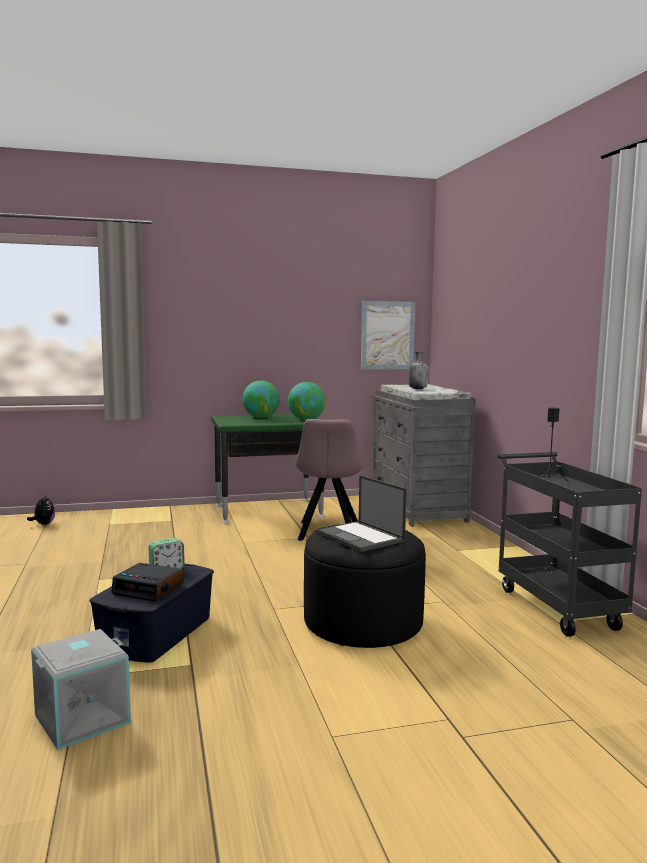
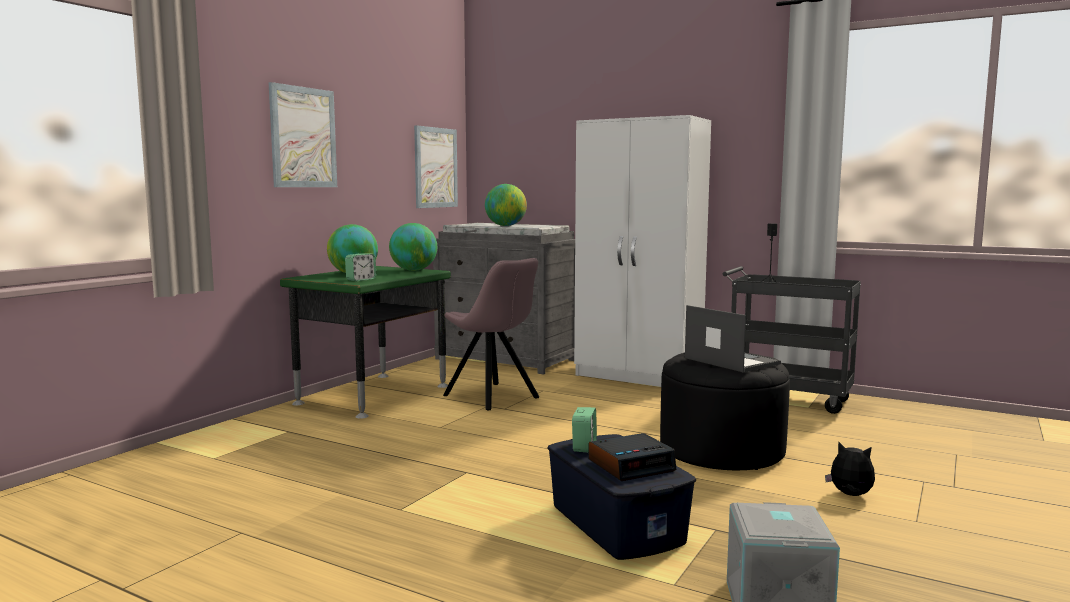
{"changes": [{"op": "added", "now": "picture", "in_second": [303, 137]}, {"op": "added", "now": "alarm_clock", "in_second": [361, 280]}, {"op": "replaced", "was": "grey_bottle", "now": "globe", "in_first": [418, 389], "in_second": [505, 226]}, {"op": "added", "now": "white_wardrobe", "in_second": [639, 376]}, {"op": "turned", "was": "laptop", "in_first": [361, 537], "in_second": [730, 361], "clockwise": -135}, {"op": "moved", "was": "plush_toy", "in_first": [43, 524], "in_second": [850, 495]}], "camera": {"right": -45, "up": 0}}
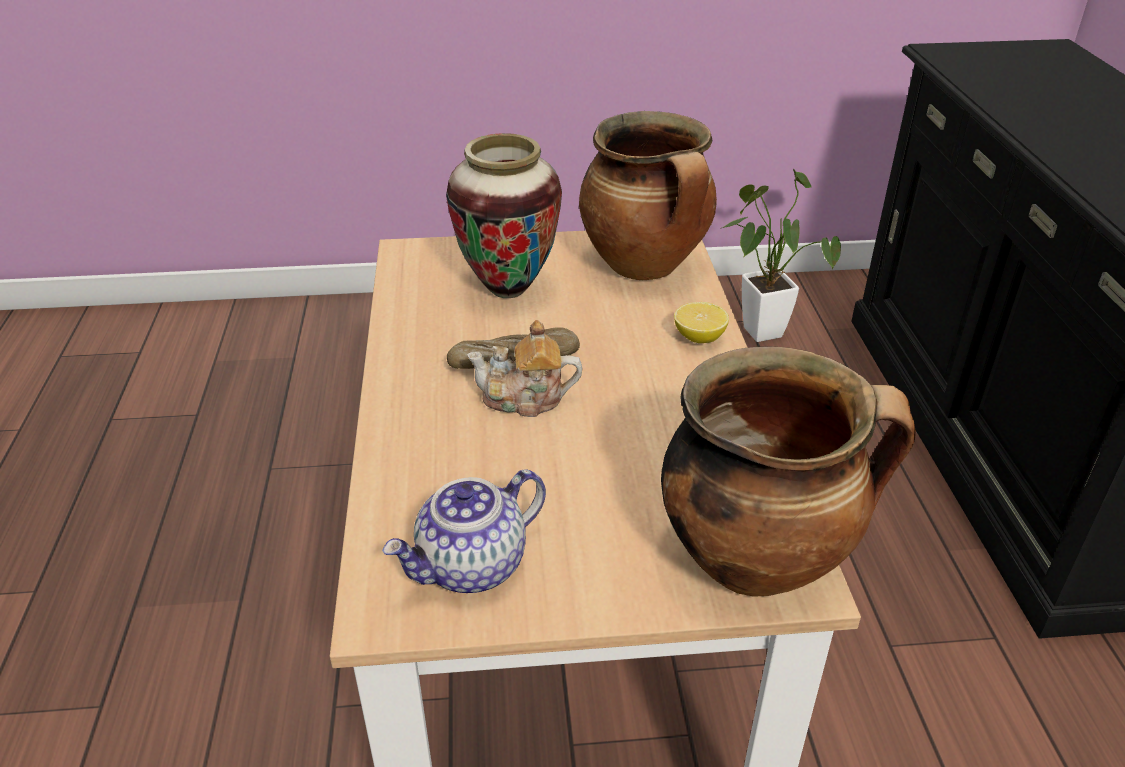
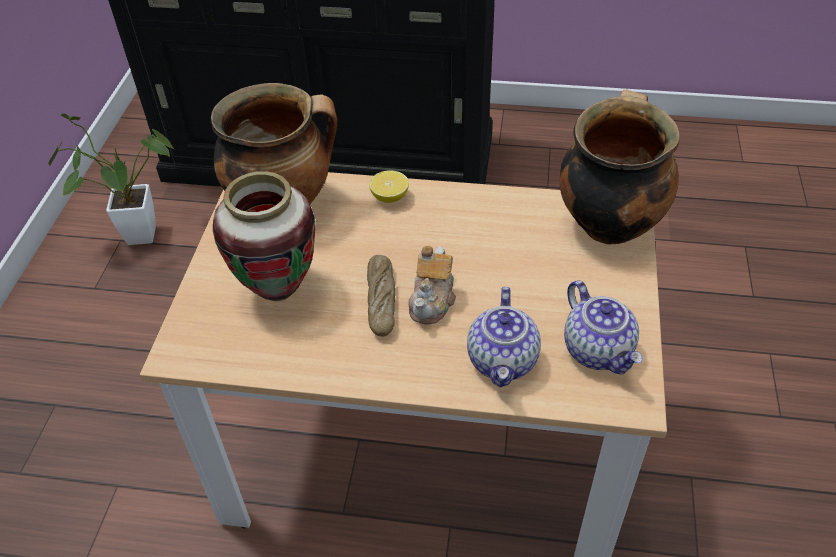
{"changes": [{"op": "added", "now": "teapot", "in_second": [503, 361]}], "camera": {"right": -75, "up": 10}}
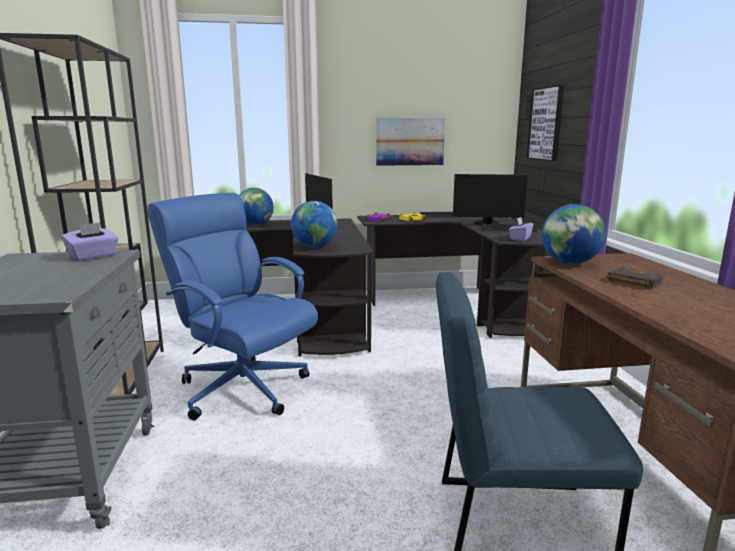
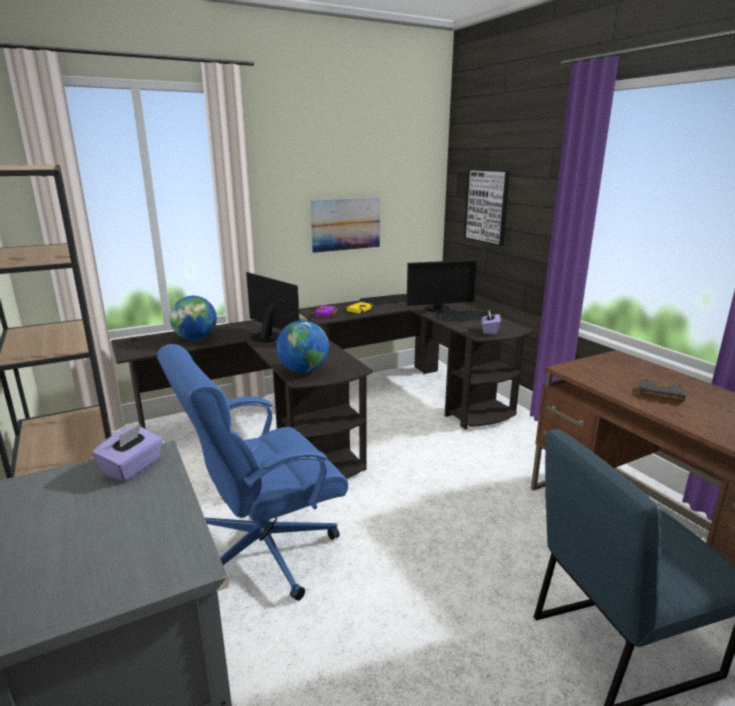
{"changes": [{"op": "turned", "was": "blue_office_chair", "in_first": [244, 389], "in_second": [265, 551], "clockwise": -45}, {"op": "removed", "was": "globe", "in_first": [569, 263]}], "camera": {"right": -20, "up": 5}}
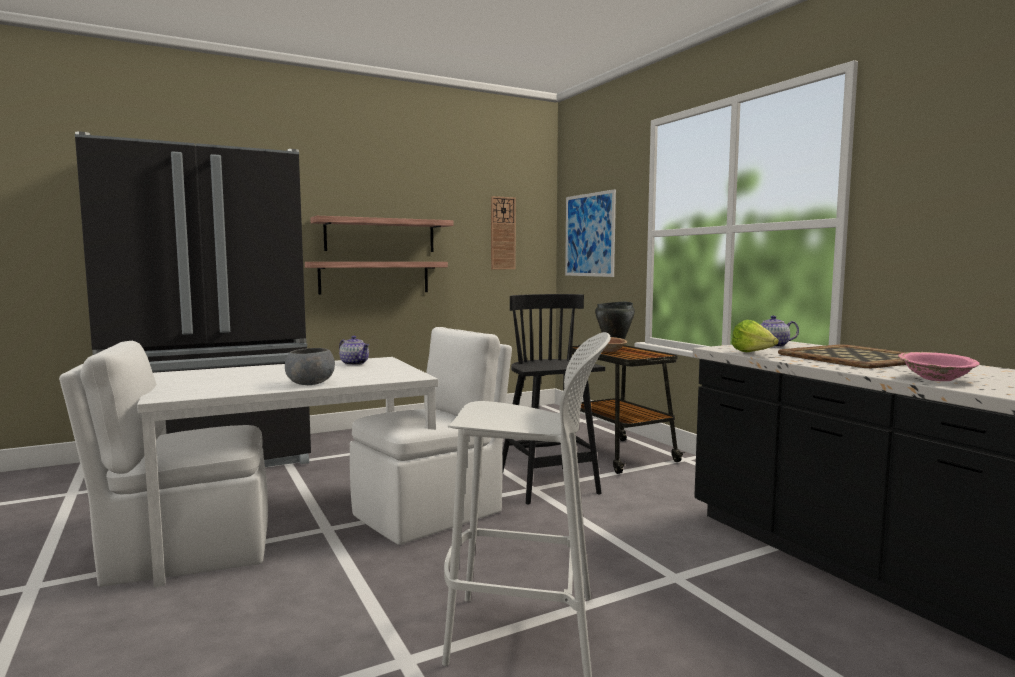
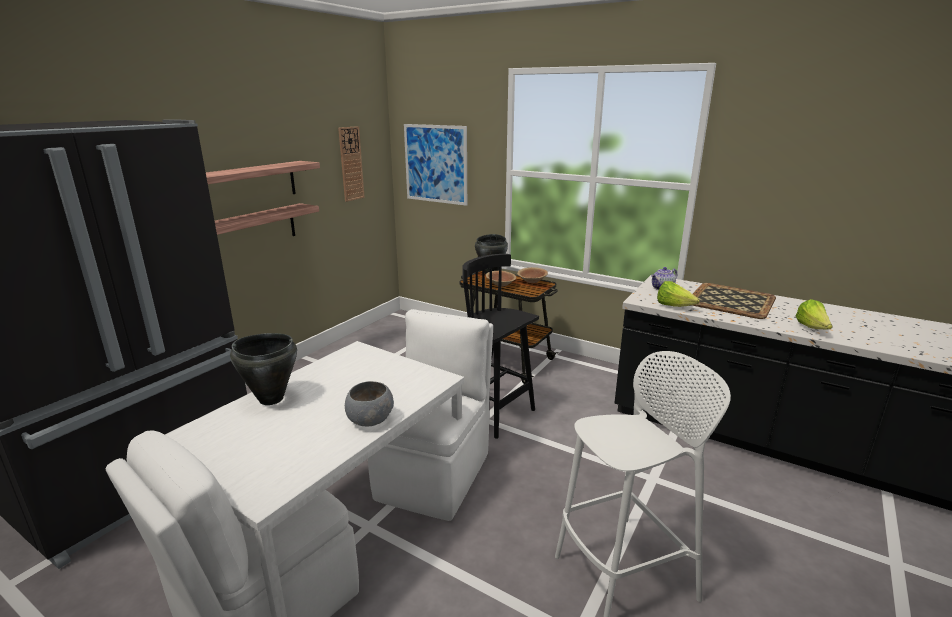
{"changes": [{"op": "added", "now": "black_cooking_pot", "in_second": [271, 399]}, {"op": "added", "now": "brown_bowl", "in_second": [532, 281]}, {"op": "replaced", "was": "pink_bowl", "now": "lettuce", "in_first": [936, 379], "in_second": [812, 328]}, {"op": "removed", "was": "teapot", "in_first": [355, 363]}], "camera": {"right": -30, "up": 15}}
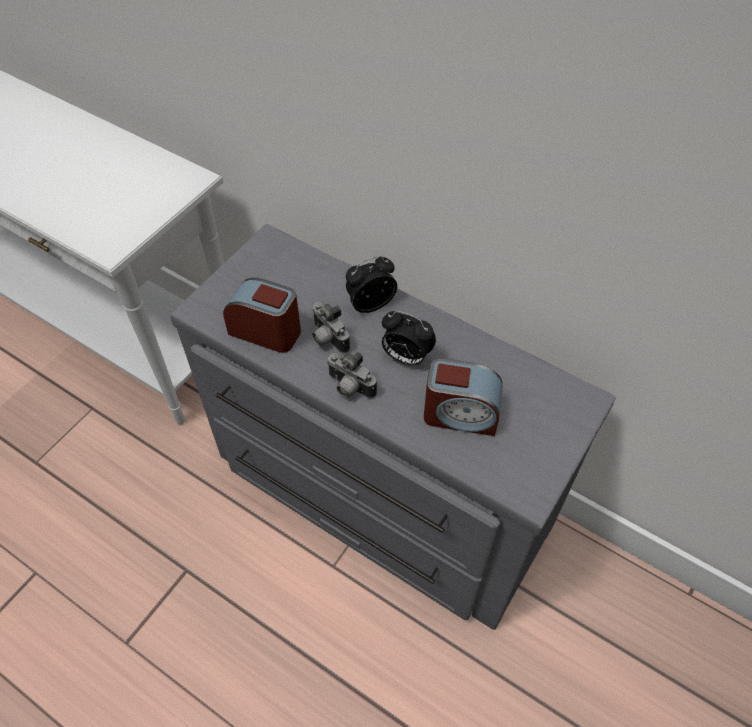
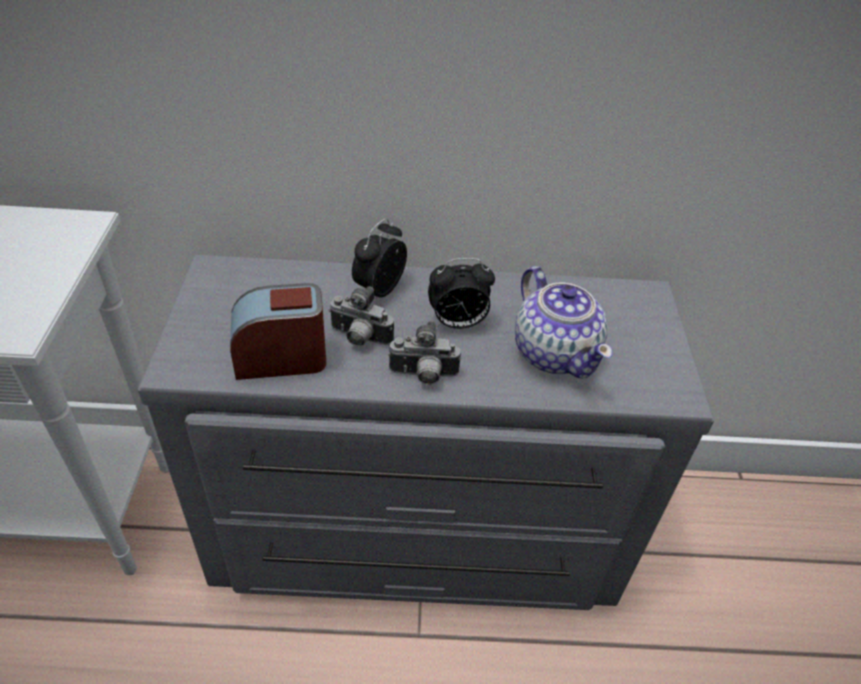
{"changes": [{"op": "replaced", "was": "alarm_clock", "now": "teapot", "in_first": [460, 414], "in_second": [555, 352]}], "camera": {"right": -35, "up": -10}}
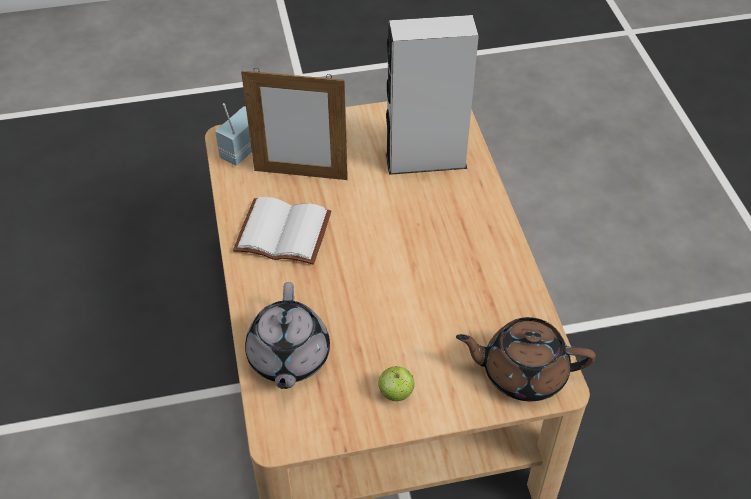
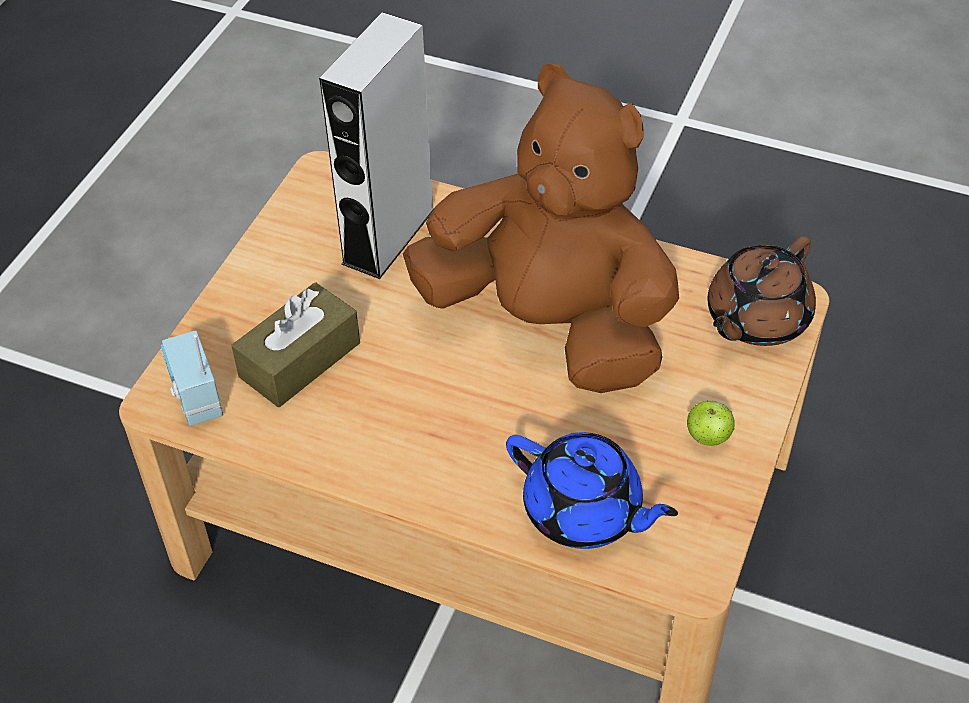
{"changes": [{"op": "replaced", "was": "picture_frame", "now": "brown_tissue_box", "in_first": [300, 174], "in_second": [300, 360]}, {"op": "added", "now": "brown_plush_toy", "in_second": [549, 325]}, {"op": "recoloured", "was": "grey_teapot", "now": "blue_teapot", "in_first": [288, 357], "in_second": [584, 512]}, {"op": "removed", "was": "white_book", "in_first": [281, 234]}], "camera": {"right": -55, "up": 0}}
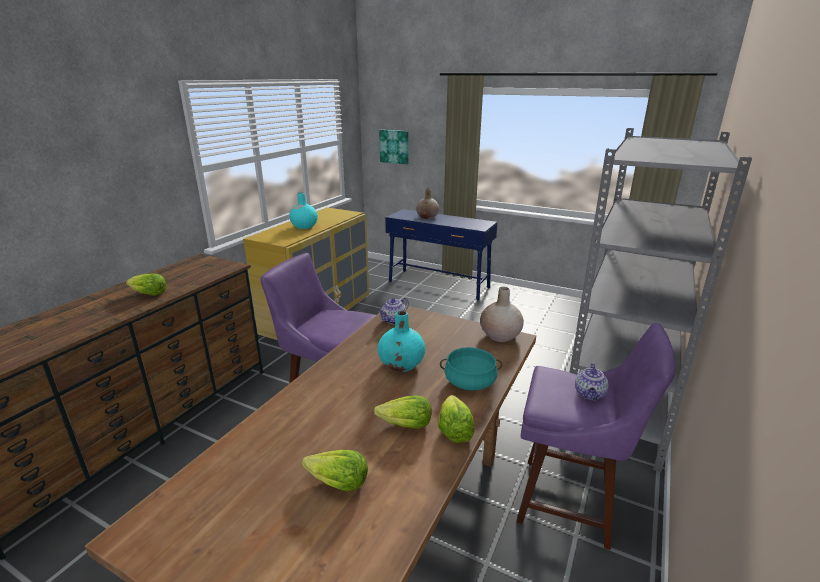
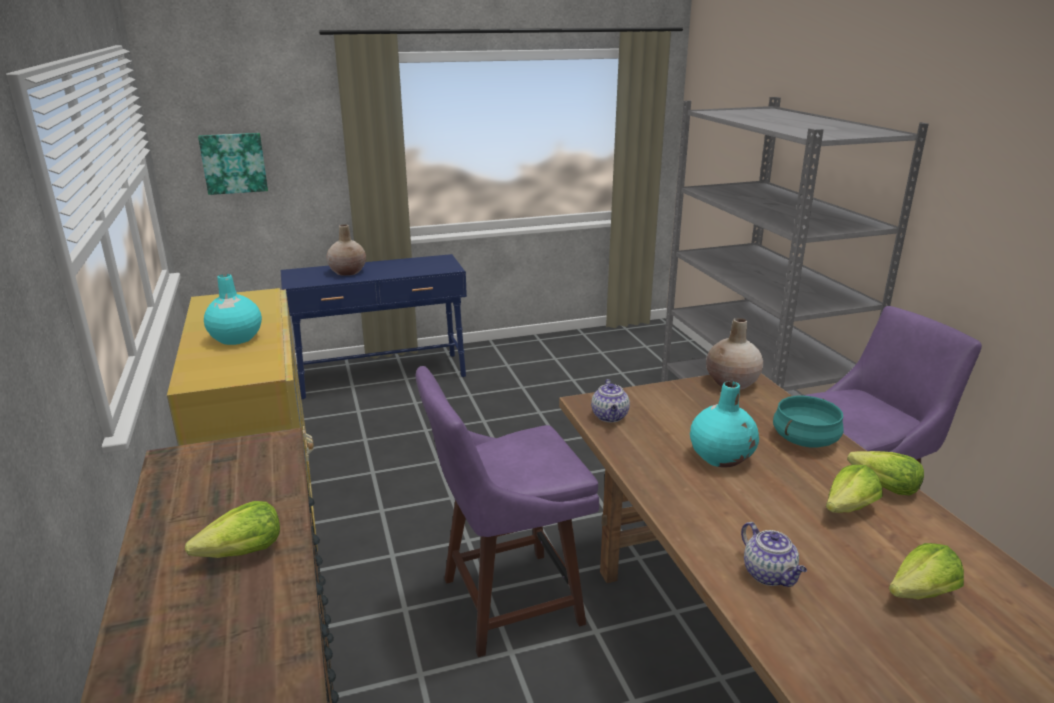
{"changes": [{"op": "moved", "was": "teapot", "in_first": [590, 394], "in_second": [769, 575]}], "camera": {"right": -45, "up": 0}}
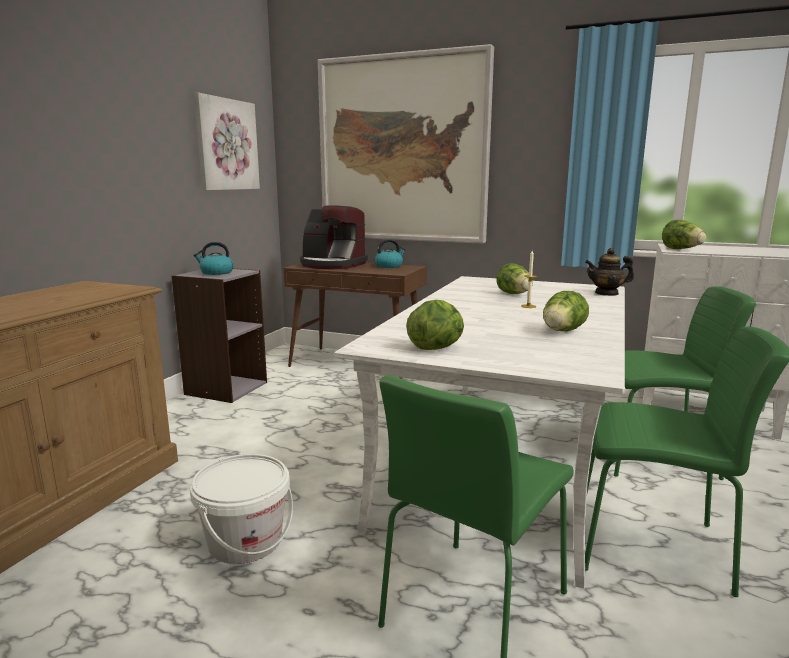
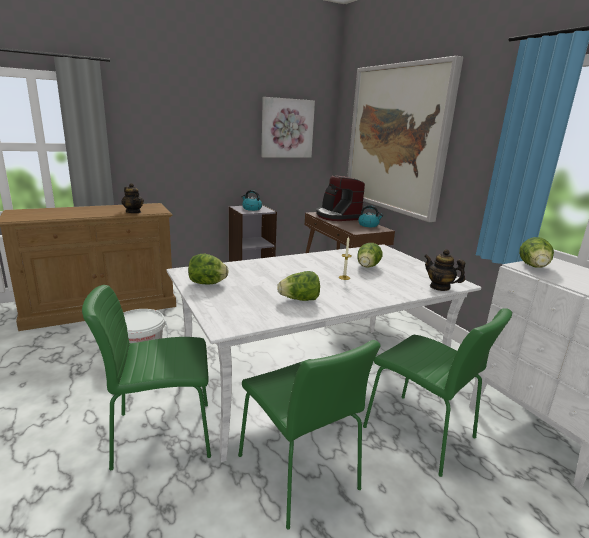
{"changes": [{"op": "added", "now": "teapot", "in_second": [133, 212]}], "camera": {"right": 40, "up": 5}}
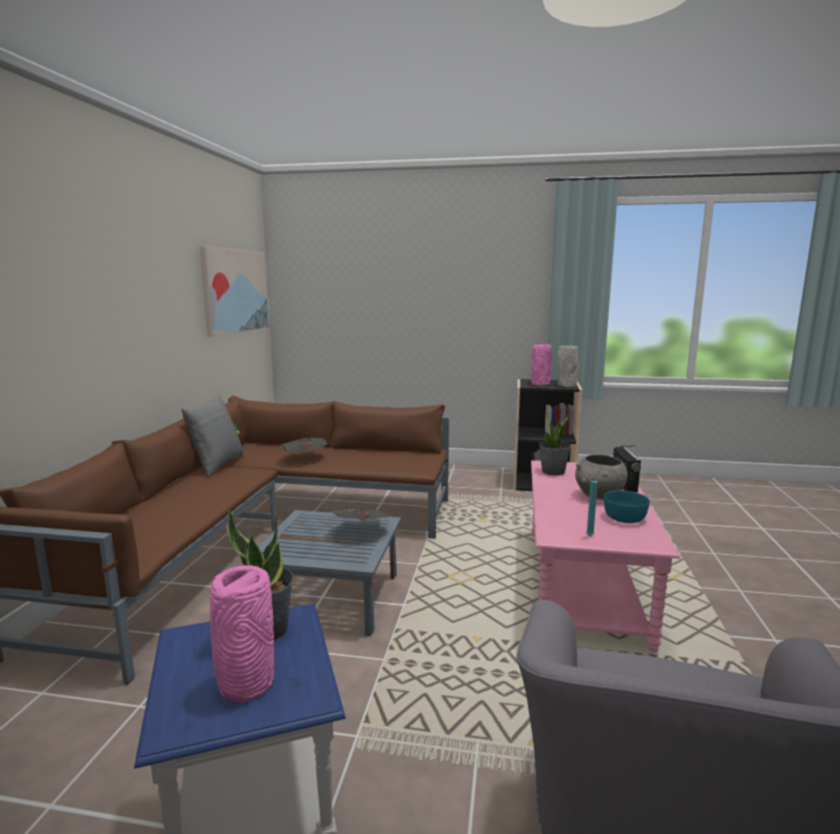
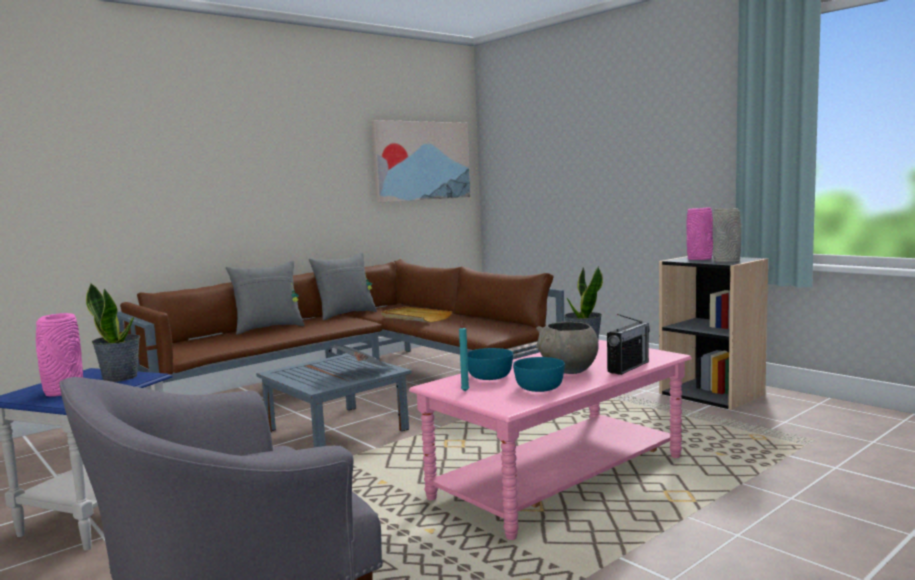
{"changes": [{"op": "added", "now": "grey_pillow", "in_second": [268, 329]}, {"op": "replaced", "was": "newspaper", "now": "beige_tray", "in_first": [305, 458], "in_second": [415, 317]}, {"op": "added", "now": "turquoise_bowl", "in_second": [489, 376]}], "camera": {"right": 40, "up": -5}}
